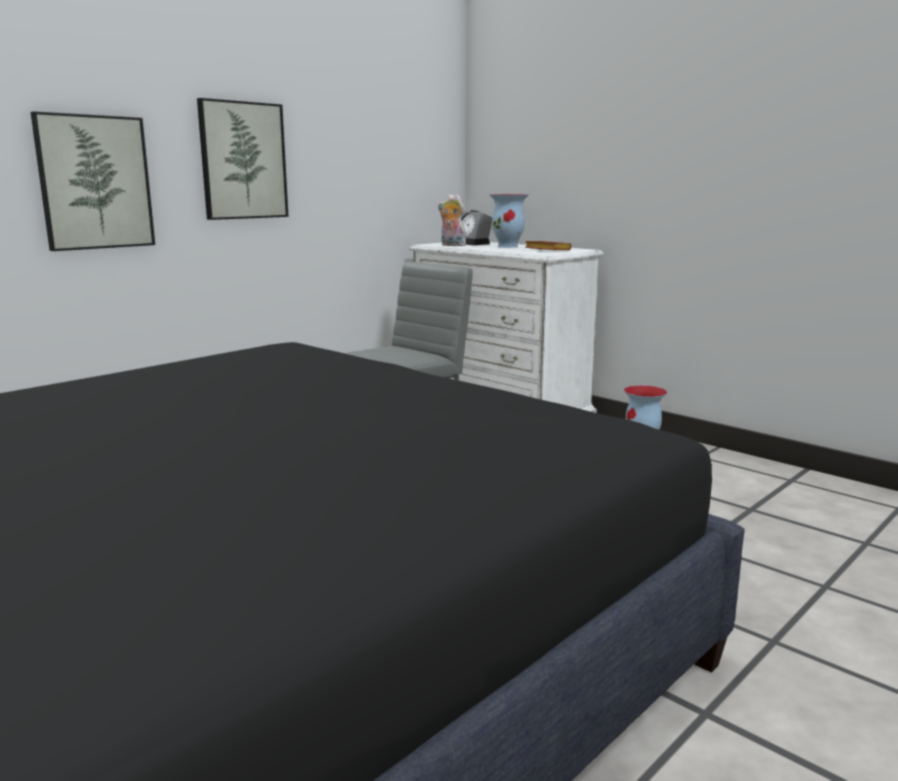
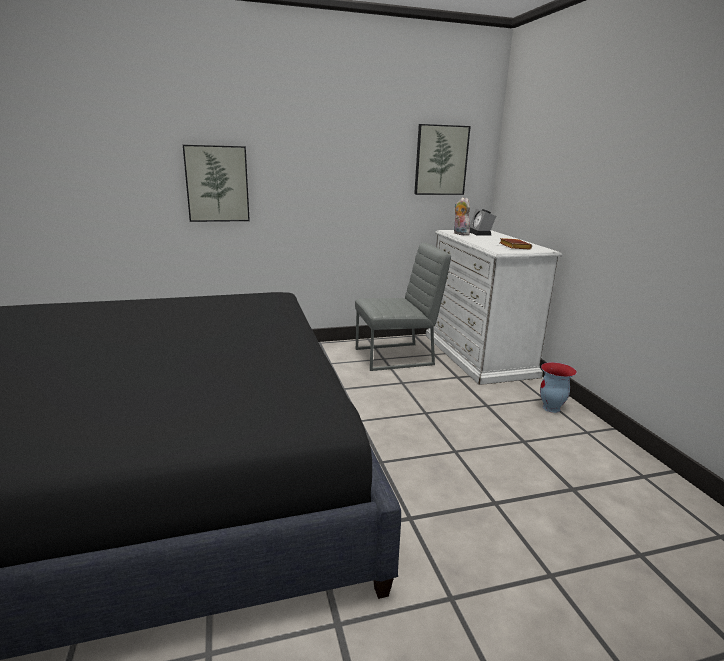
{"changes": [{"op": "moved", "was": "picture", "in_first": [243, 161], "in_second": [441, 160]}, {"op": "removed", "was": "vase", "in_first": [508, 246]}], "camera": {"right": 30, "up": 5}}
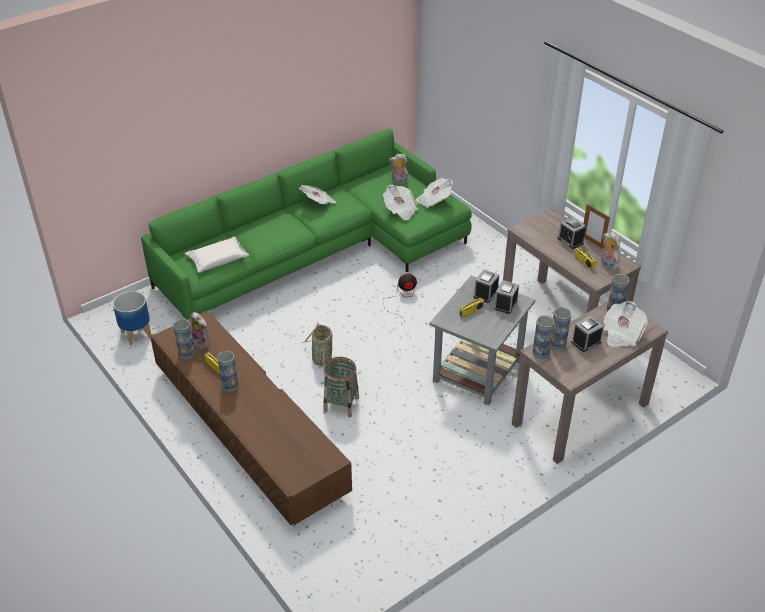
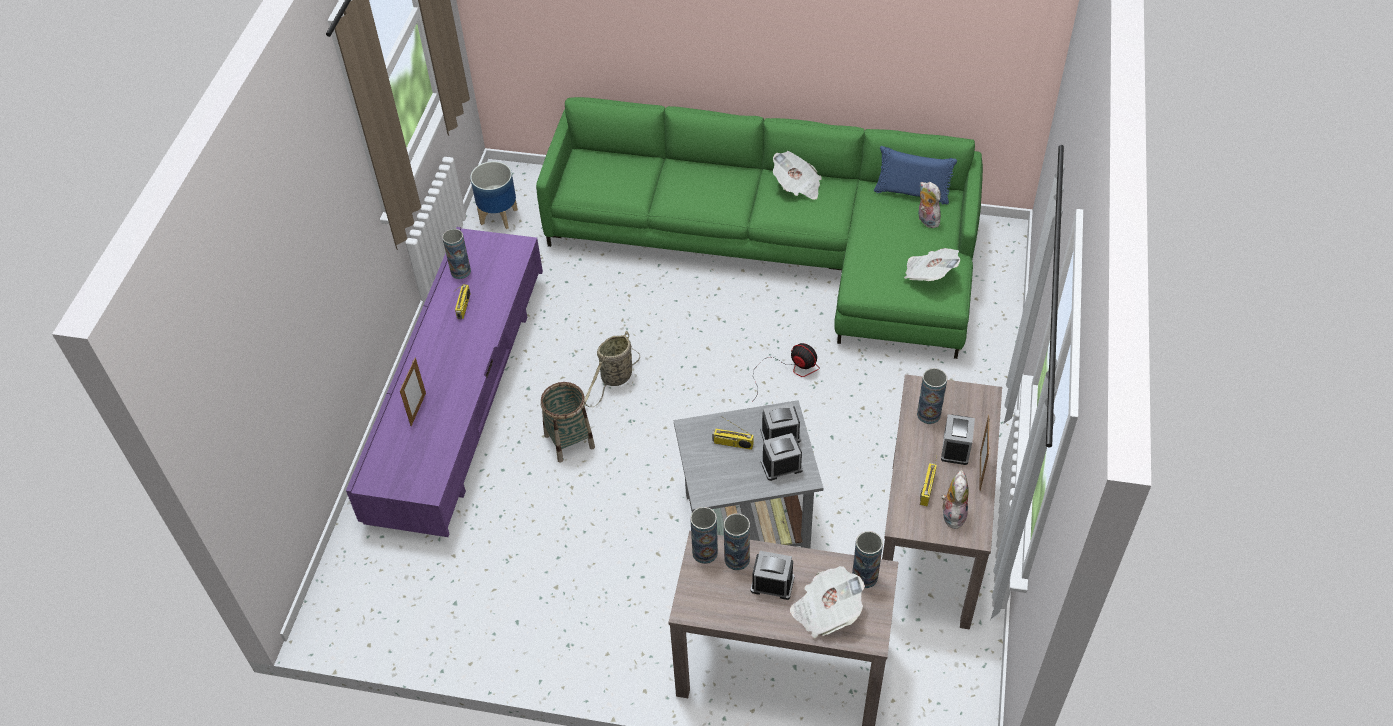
{"changes": [{"op": "recoloured", "was": "brown_tv_stand", "now": "purple_tv_stand", "in_first": [247, 431], "in_second": [458, 397]}, {"op": "added", "now": "picture_frame", "in_second": [418, 409]}, {"op": "added", "now": "blue_pillow", "in_second": [912, 193]}, {"op": "moved", "was": "vase", "in_first": [230, 386], "in_second": [928, 414]}, {"op": "removed", "was": "white_pillow", "in_first": [217, 258]}, {"op": "removed", "was": "plush_toy", "in_first": [202, 342]}, {"op": "removed", "was": "newspaper", "in_first": [400, 210]}], "camera": {"right": 50, "up": 10}}
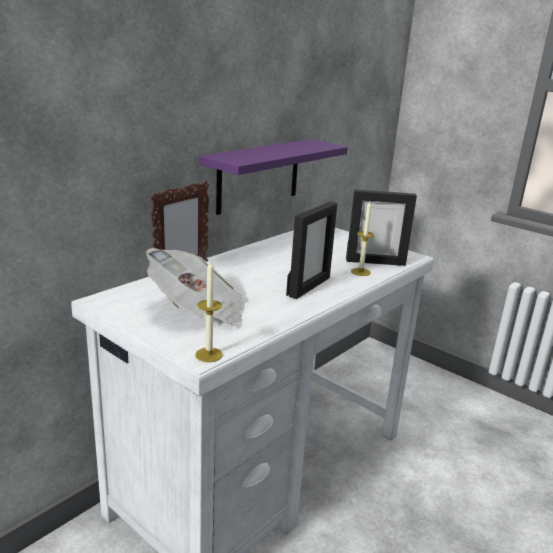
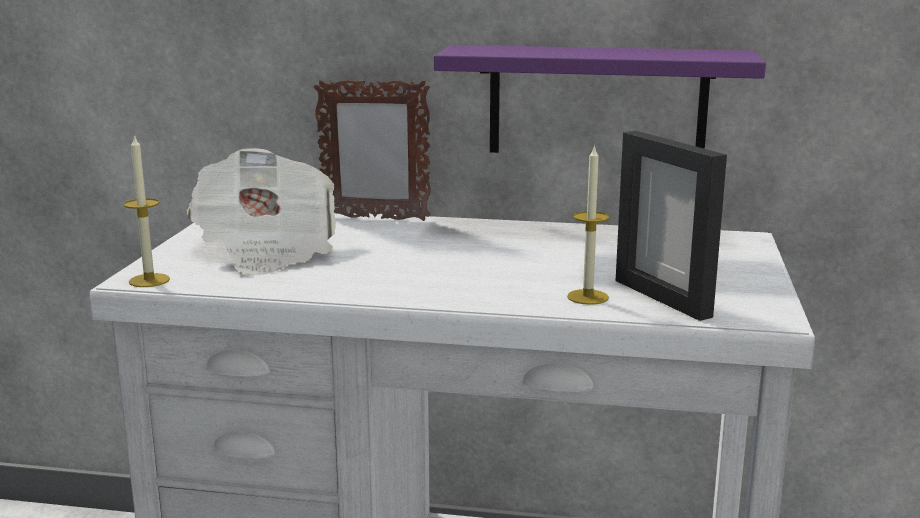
{"changes": [{"op": "removed", "was": "picture_frame", "in_first": [308, 286]}], "camera": {"right": 60, "up": -5}}
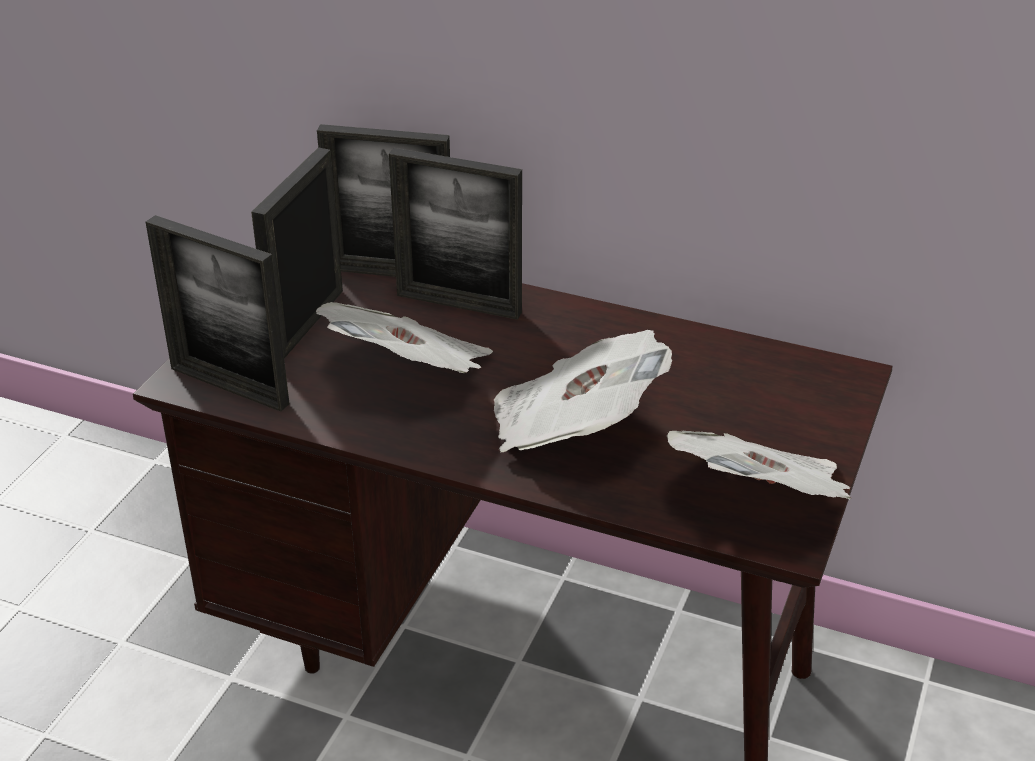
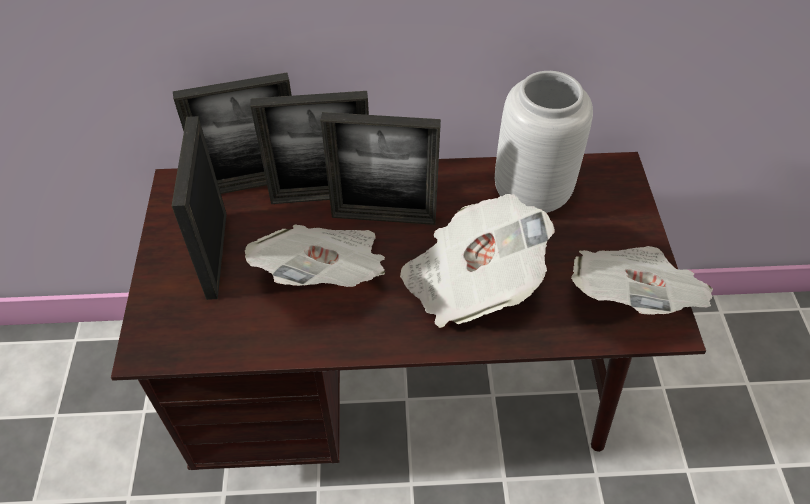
{"changes": [{"op": "moved", "was": "picture_frame", "in_first": [229, 386], "in_second": [383, 217]}, {"op": "added", "now": "grey_vase", "in_second": [530, 194]}], "camera": {"right": -25, "up": 15}}
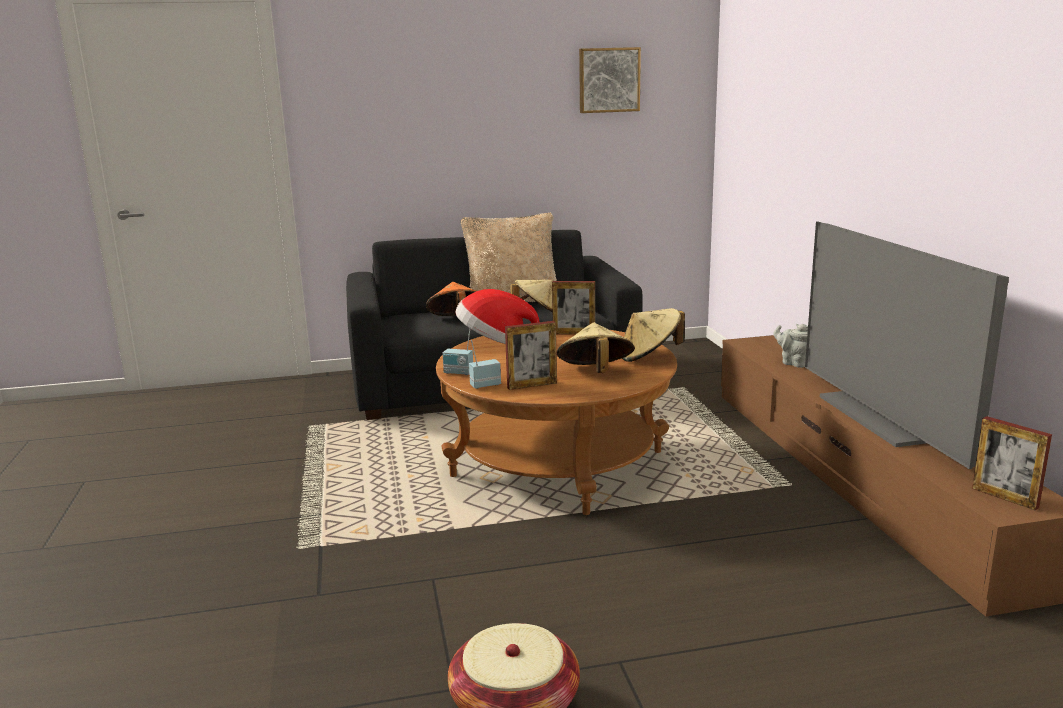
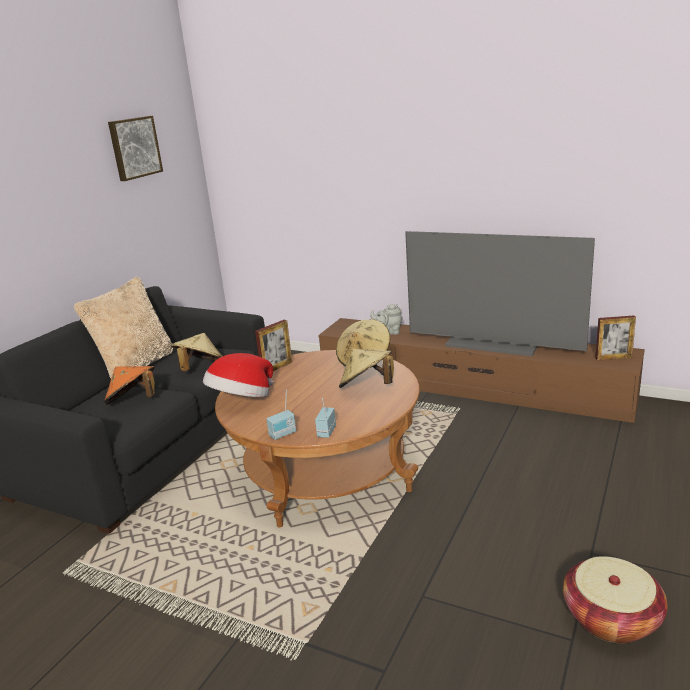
{"changes": [{"op": "removed", "was": "picture_frame", "in_first": [532, 385]}], "camera": {"right": -50, "up": 5}}
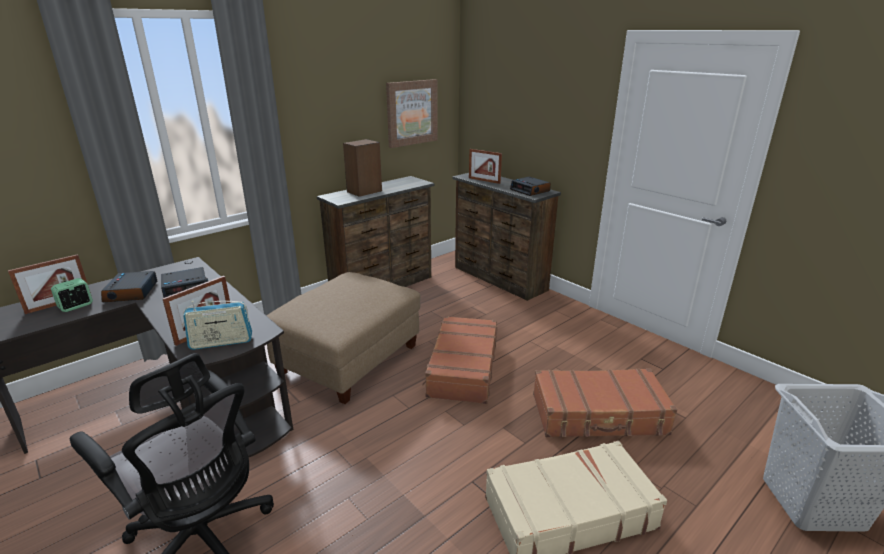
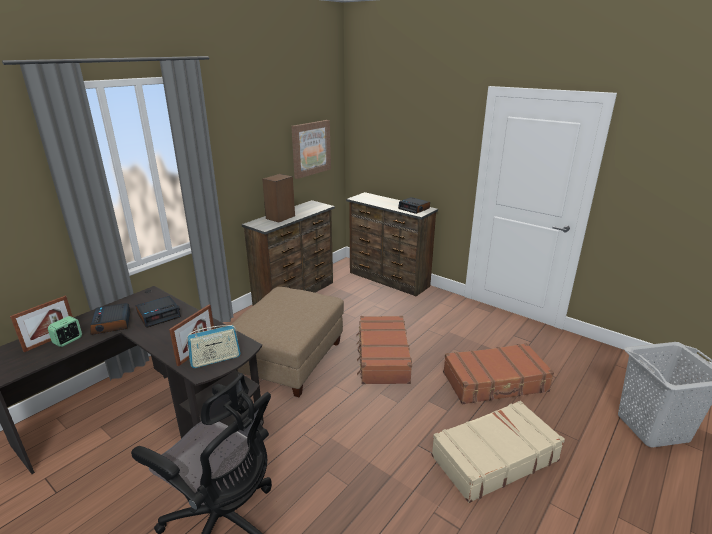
{"changes": [{"op": "removed", "was": "picture_frame", "in_first": [484, 180]}], "camera": {"right": -10, "up": 0}}
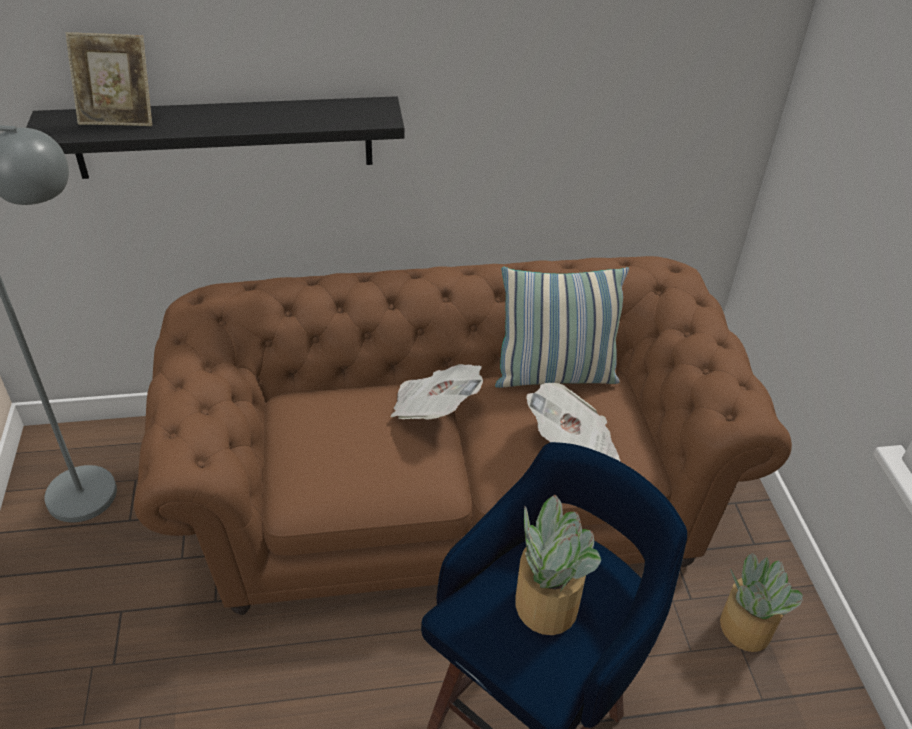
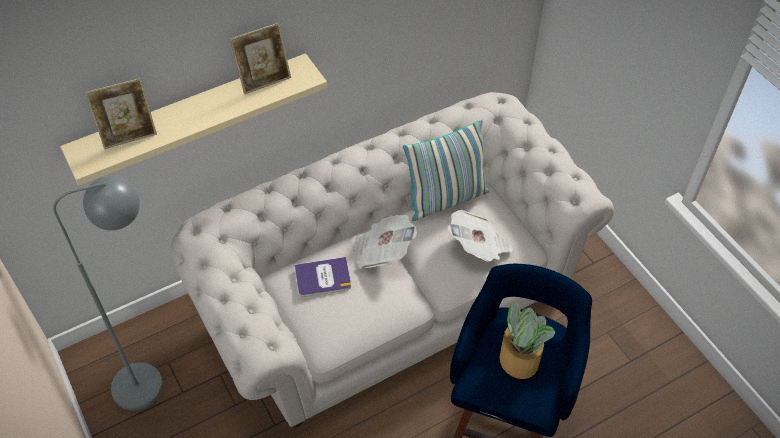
{"changes": [{"op": "recoloured", "was": "black_shelf", "now": "beige_shelf", "in_first": [225, 137], "in_second": [192, 117]}, {"op": "recoloured", "was": "brown_sofa", "now": "white_sofa", "in_first": [451, 488], "in_second": [389, 291]}, {"op": "added", "now": "picture_frame", "in_second": [264, 80]}, {"op": "added", "now": "book", "in_second": [323, 277]}, {"op": "removed", "was": "potted_plant", "in_first": [745, 629]}], "camera": {"right": -20, "up": 10}}
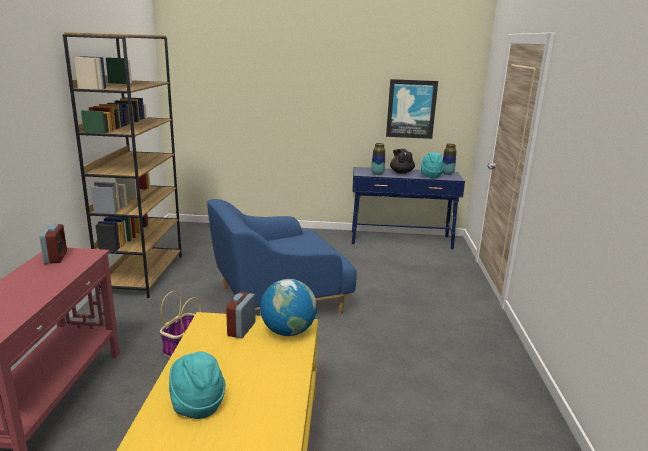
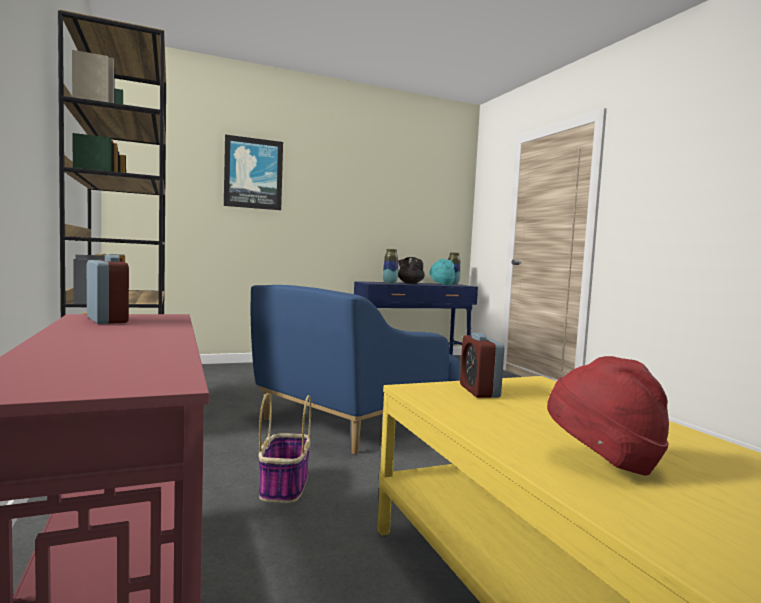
{"changes": [{"op": "moved", "was": "picture", "in_first": [411, 109], "in_second": [253, 173]}, {"op": "recoloured", "was": "turquoise_hat", "now": "red_hat", "in_first": [197, 404], "in_second": [603, 463]}, {"op": "removed", "was": "globe", "in_first": [288, 331]}], "camera": {"right": -25, "up": -15}}
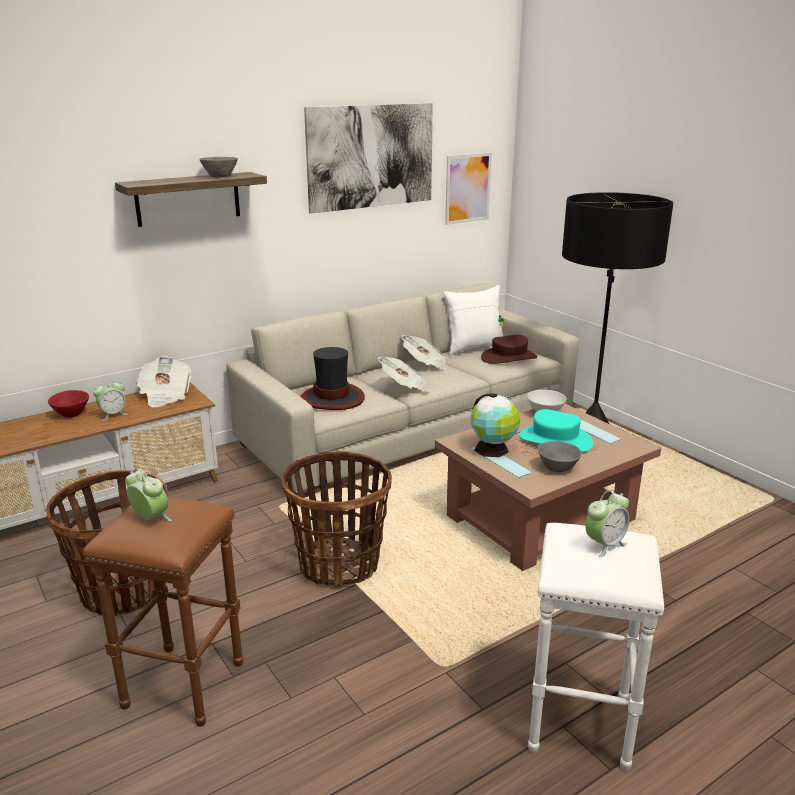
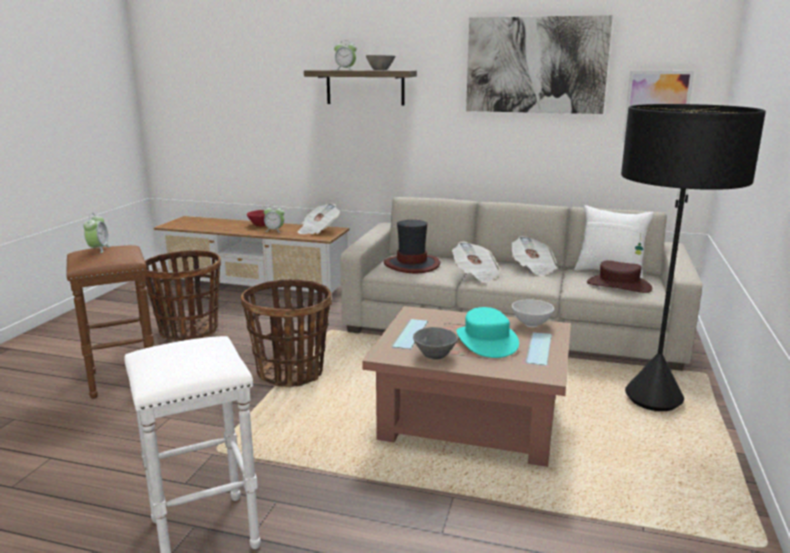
{"changes": [{"op": "moved", "was": "alarm_clock", "in_first": [604, 545], "in_second": [345, 69]}, {"op": "removed", "was": "globe", "in_first": [493, 450]}], "camera": {"right": 50, "up": -5}}
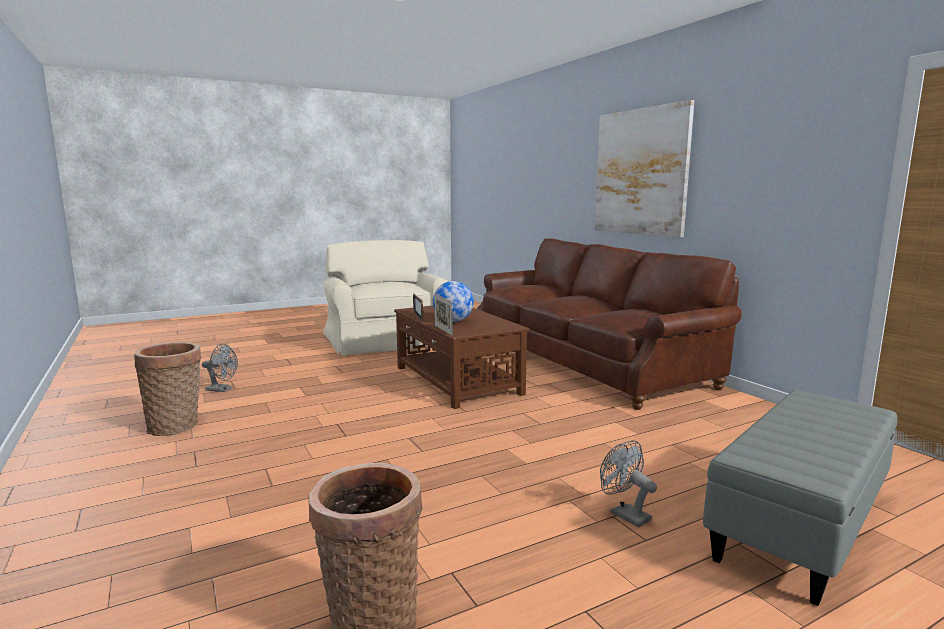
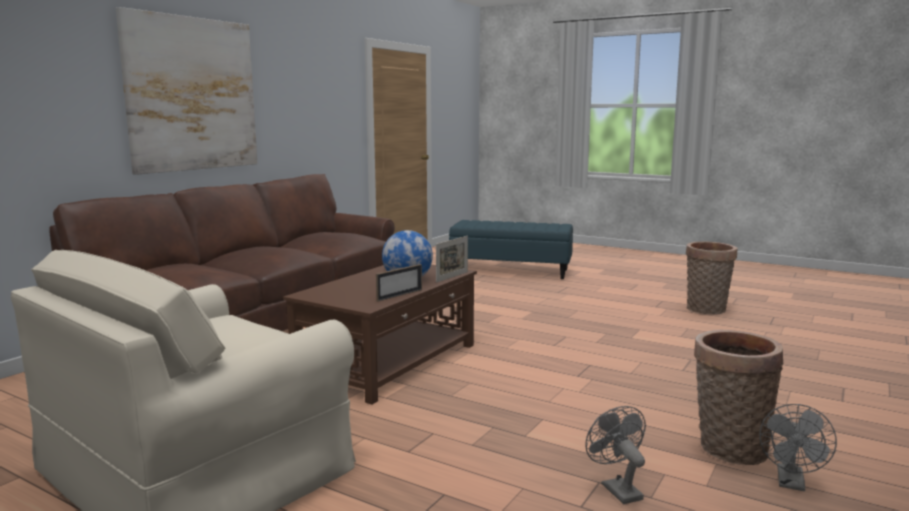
{"changes": [{"op": "recoloured", "was": "grey_ottoman", "now": "blue_ottoman", "in_first": [802, 527], "in_second": [511, 271]}, {"op": "moved", "was": "grey_fan", "in_first": [624, 514], "in_second": [791, 483]}], "camera": {"right": -120, "up": 0}}
